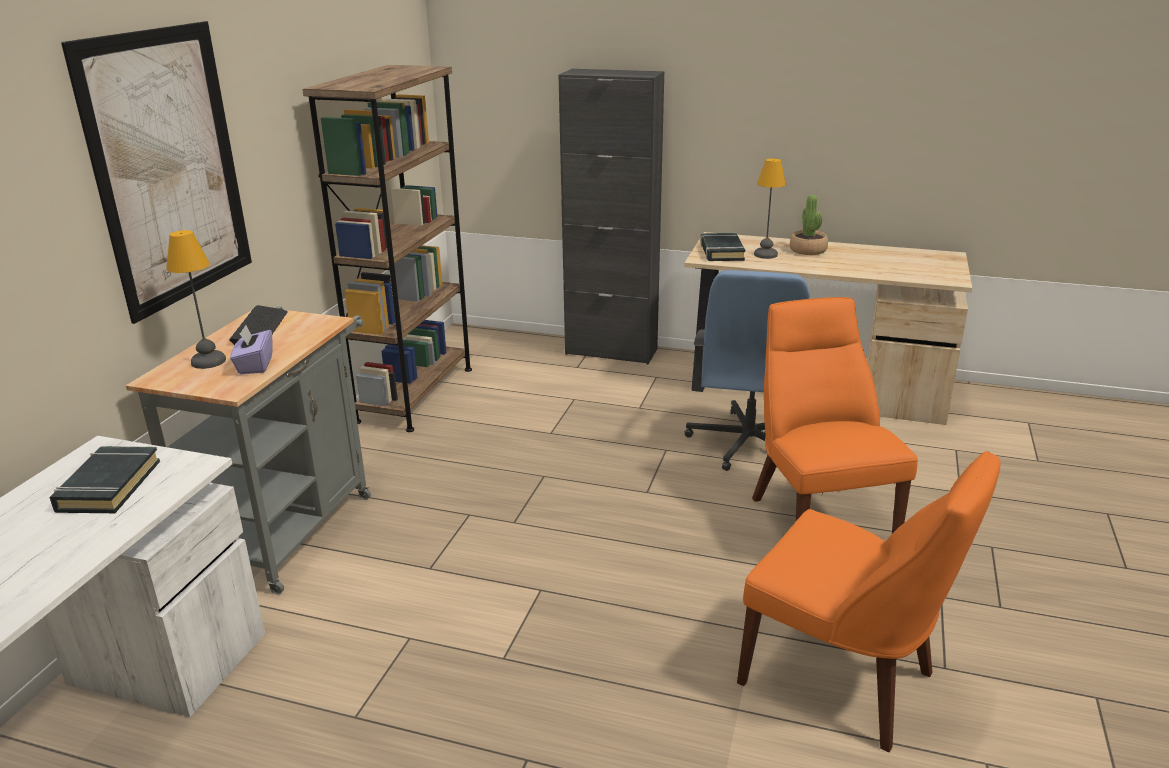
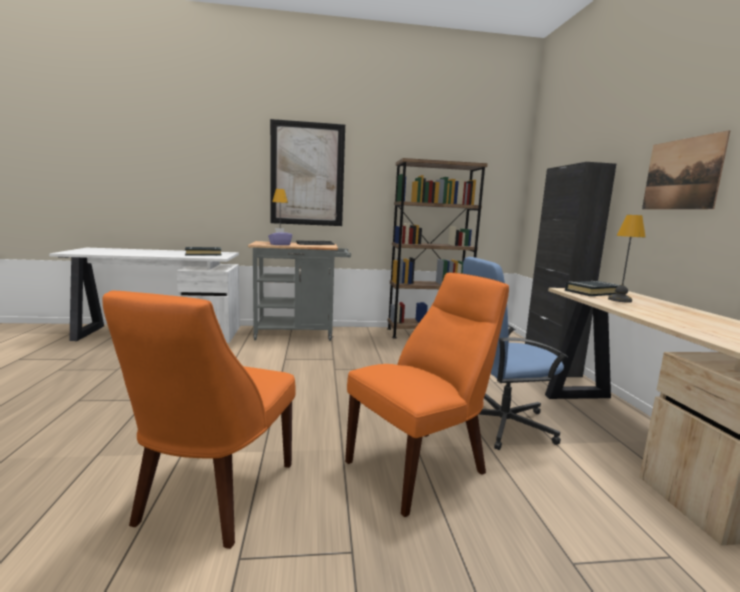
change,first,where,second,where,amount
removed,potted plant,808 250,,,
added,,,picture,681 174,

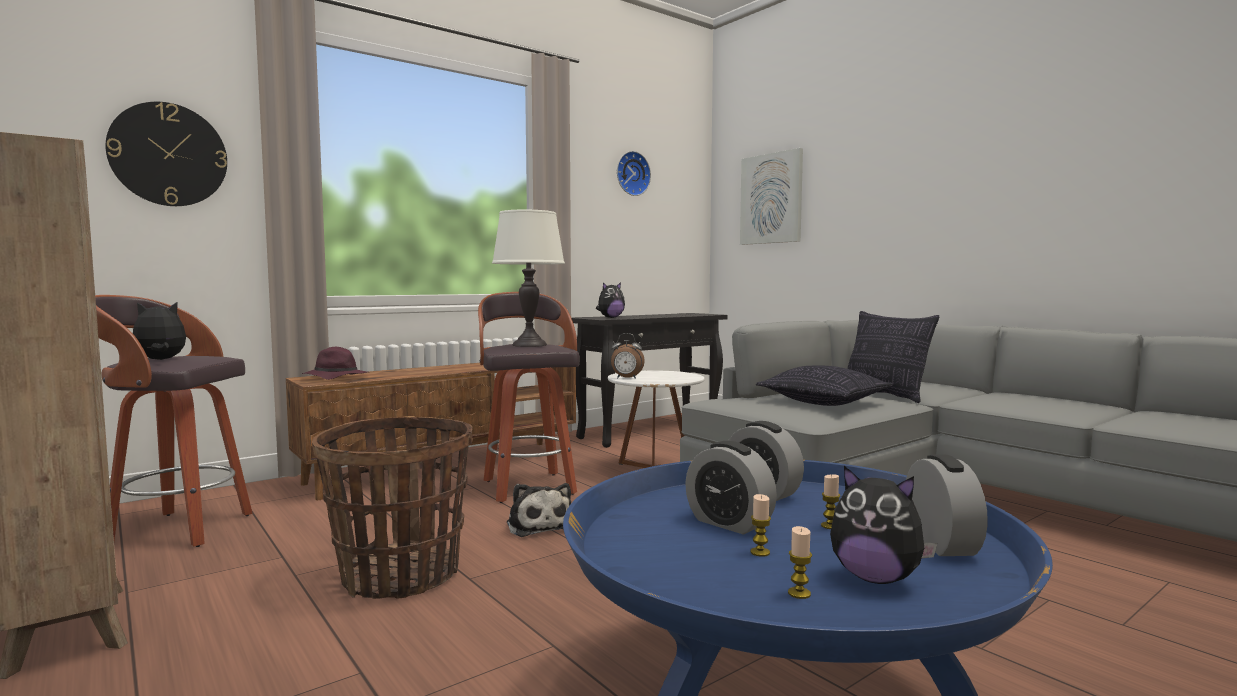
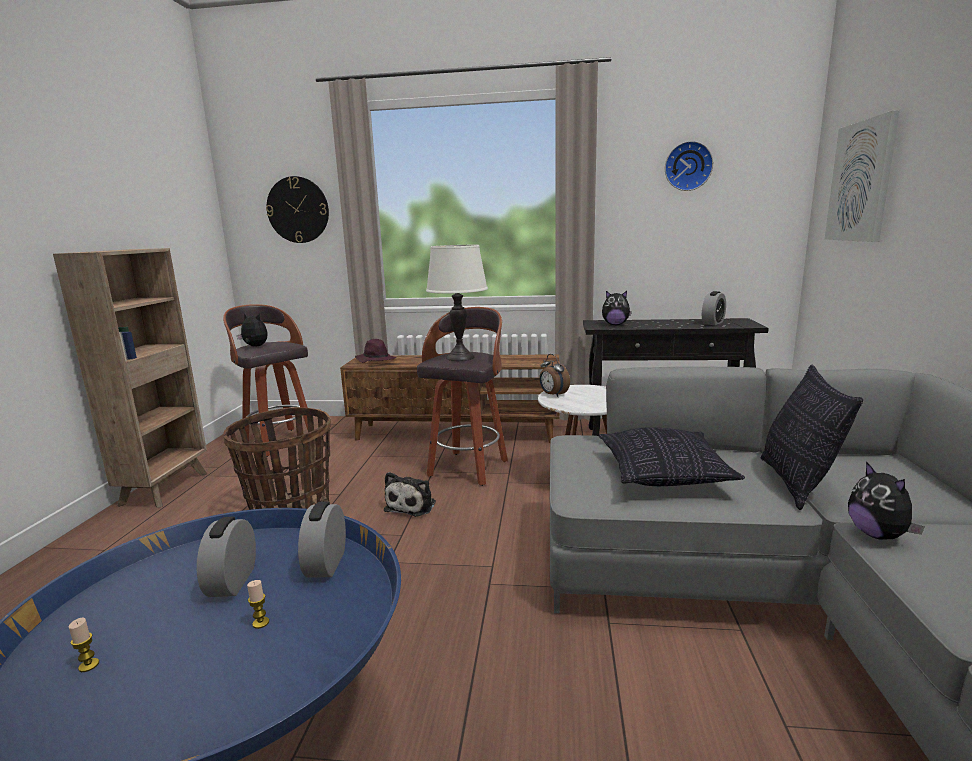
change,first,where,second,where,amount
removed,candle,760 552,,,
moved,plush toy,876 578,,878 535,
moved,alarm clock,941 544,,713 323,

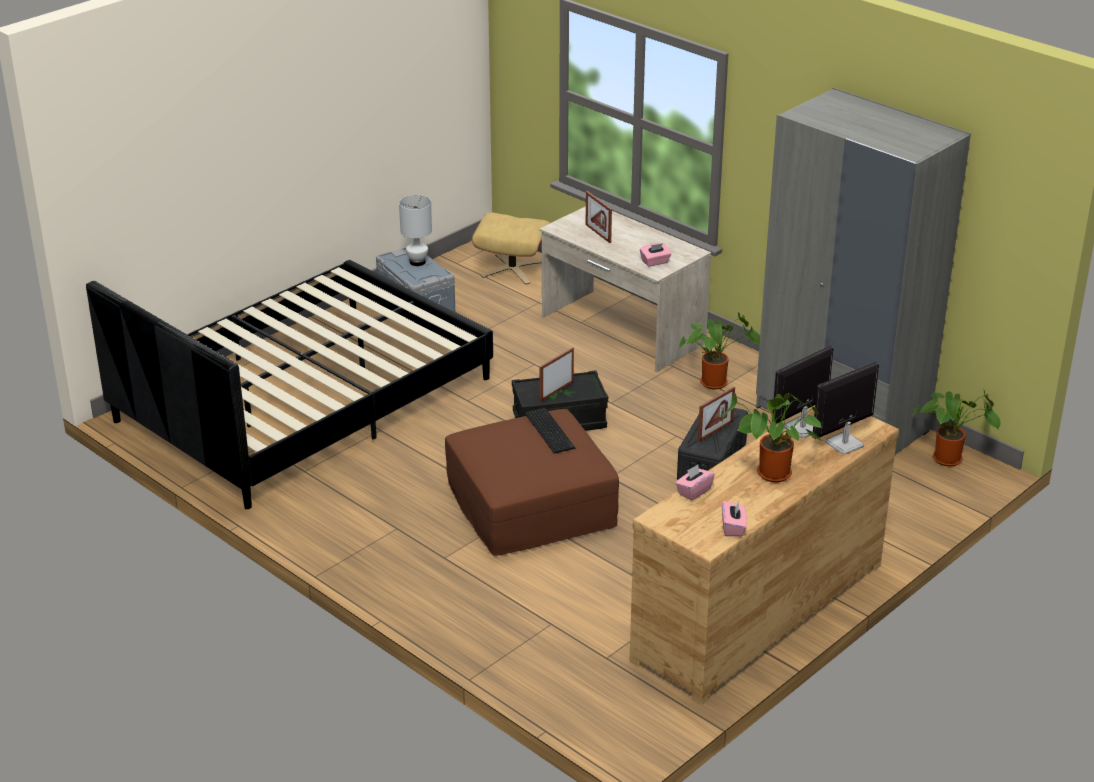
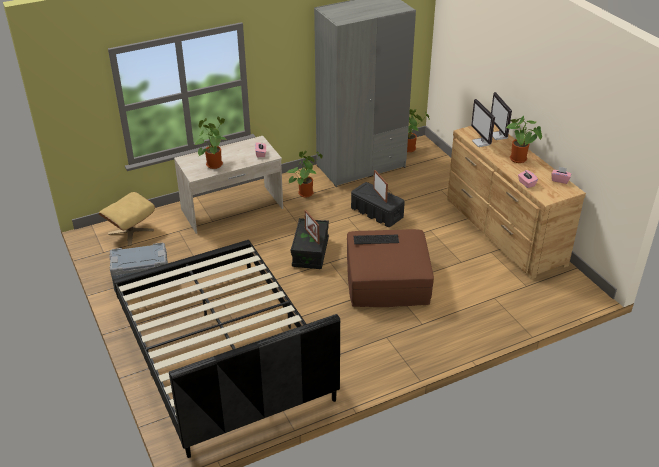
change,first,where,second,where,amount
removed,white table lamp,417 262,,,
replaced,picture frame,598 233,potted plant,213 164,

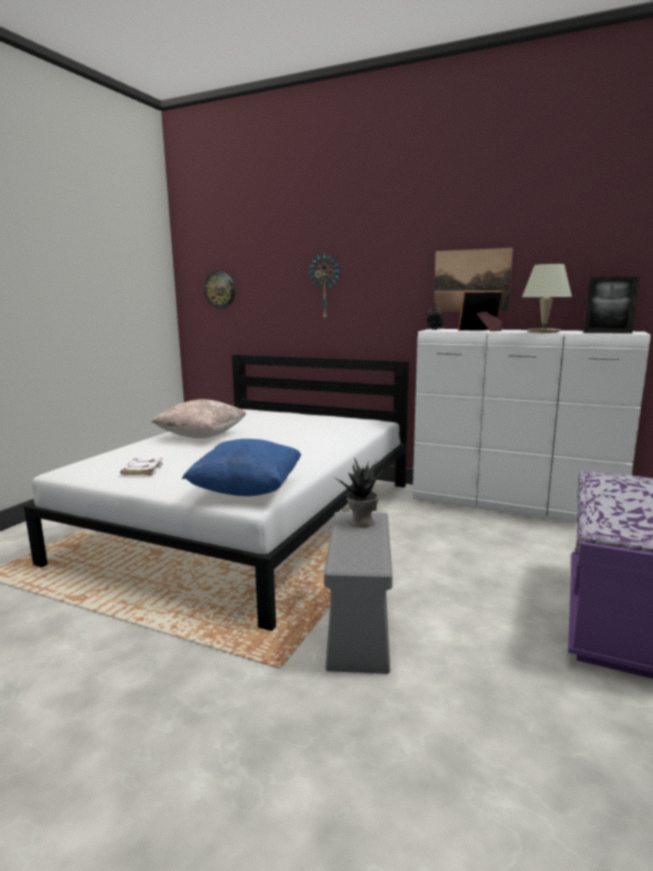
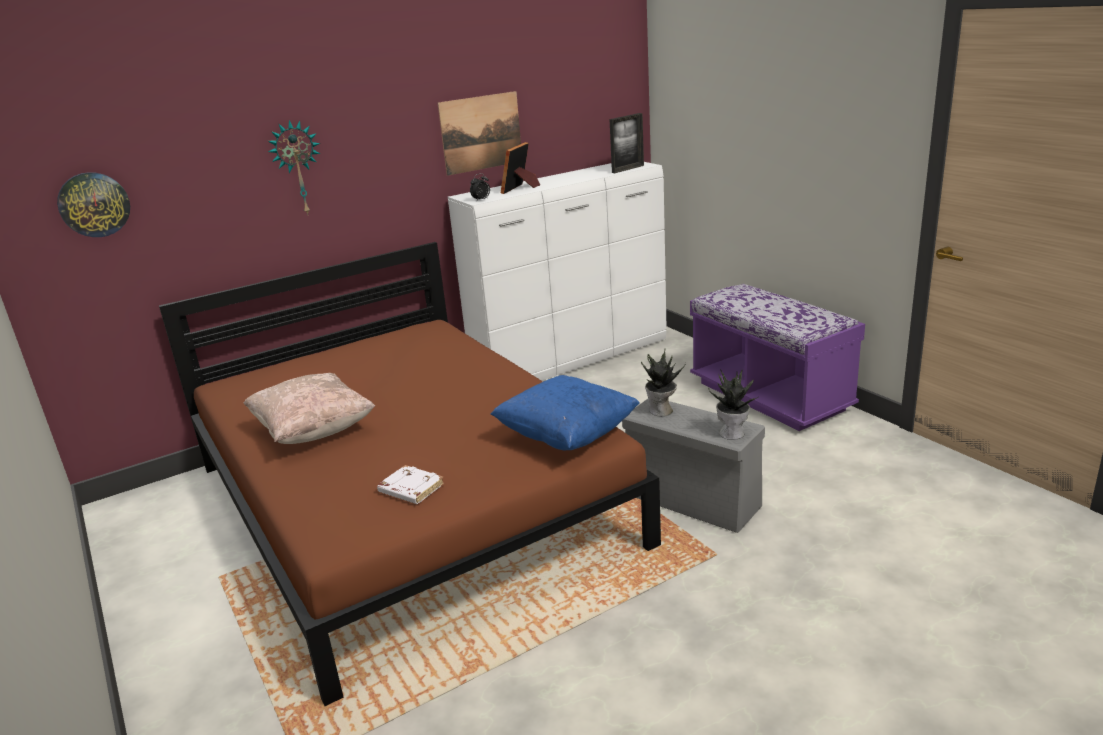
change,first,where,second,where,amount
recoloured,white bed,251 519,brown bed,409 503,
removed,beige table lamp,543 331,,,
added,,,potted plant,733 433,

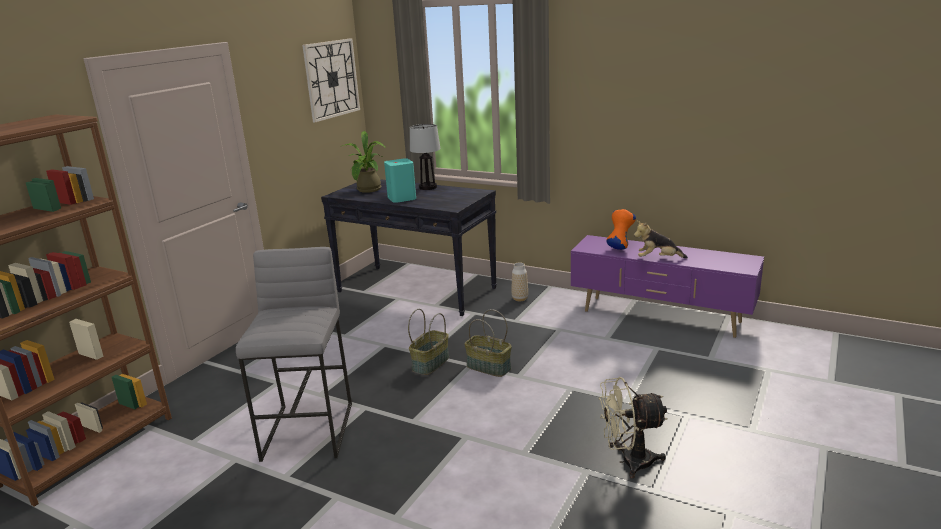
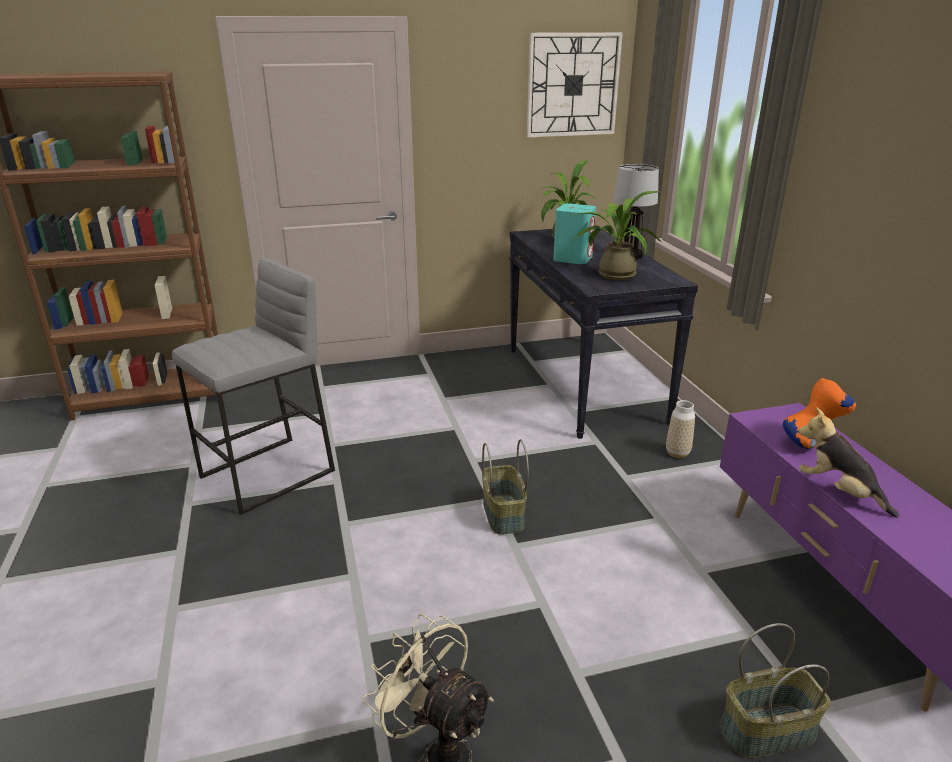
change,first,where,second,where,amount
moved,basket,430 363,,767 729,
added,,,potted plant,612 274,

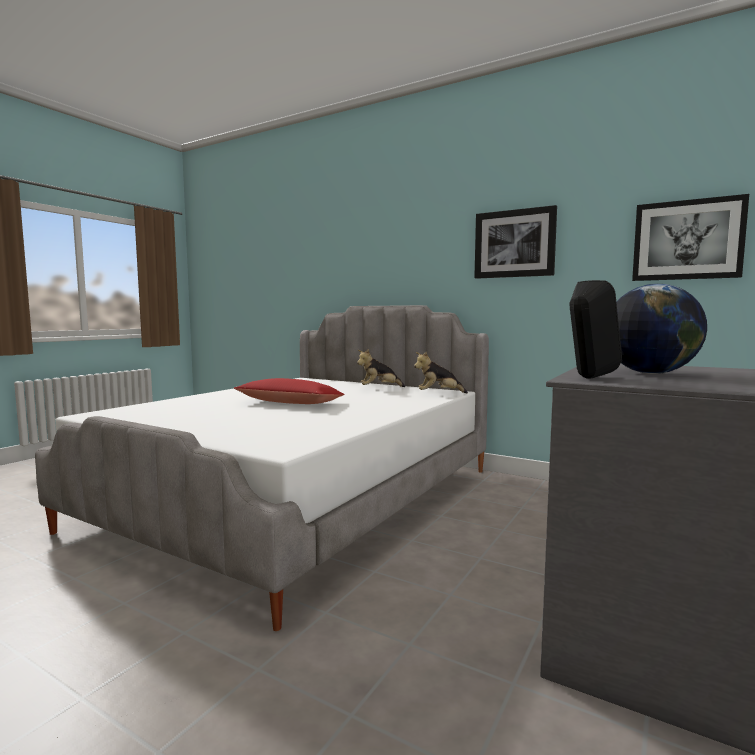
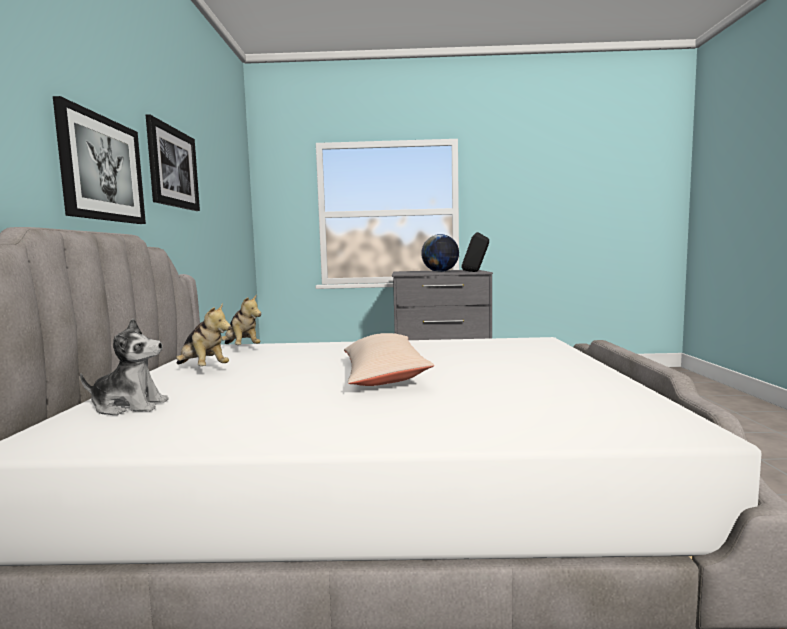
change,first,where,second,where,amount
recoloured,red pillow,289 403,beige pillow,383 374,
moved,picture,687 240,,102 169,
added,,,plush toy,129 406,

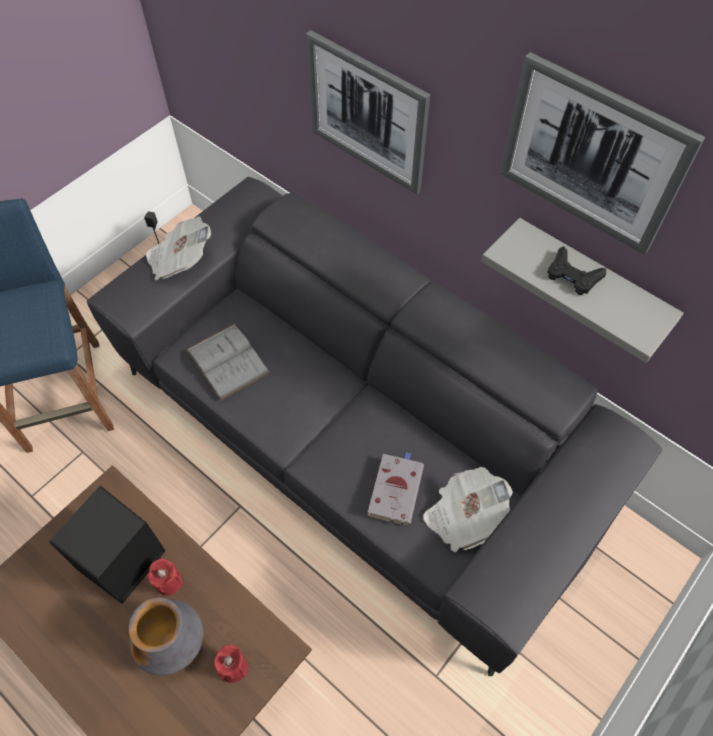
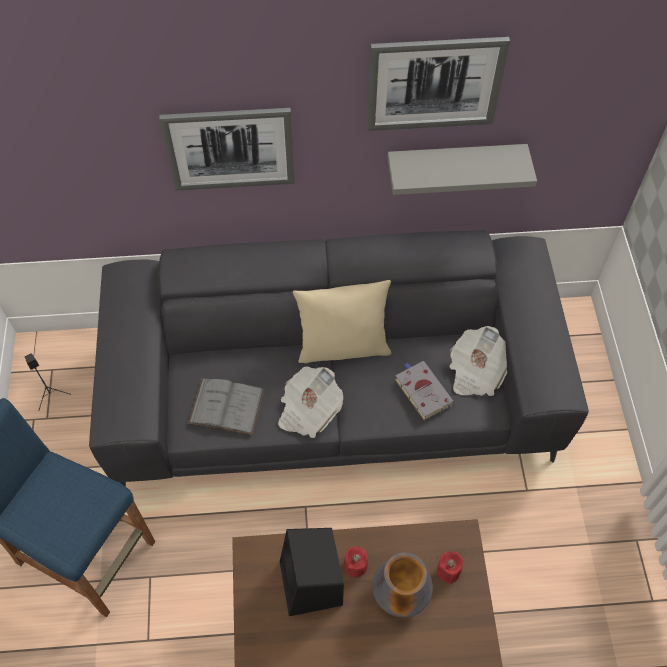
change,first,where,second,where,amount
moved,newspaper,180 260,,308 410,
removed,black game controller,572 275,,,
added,,,beige pillow,343 347,

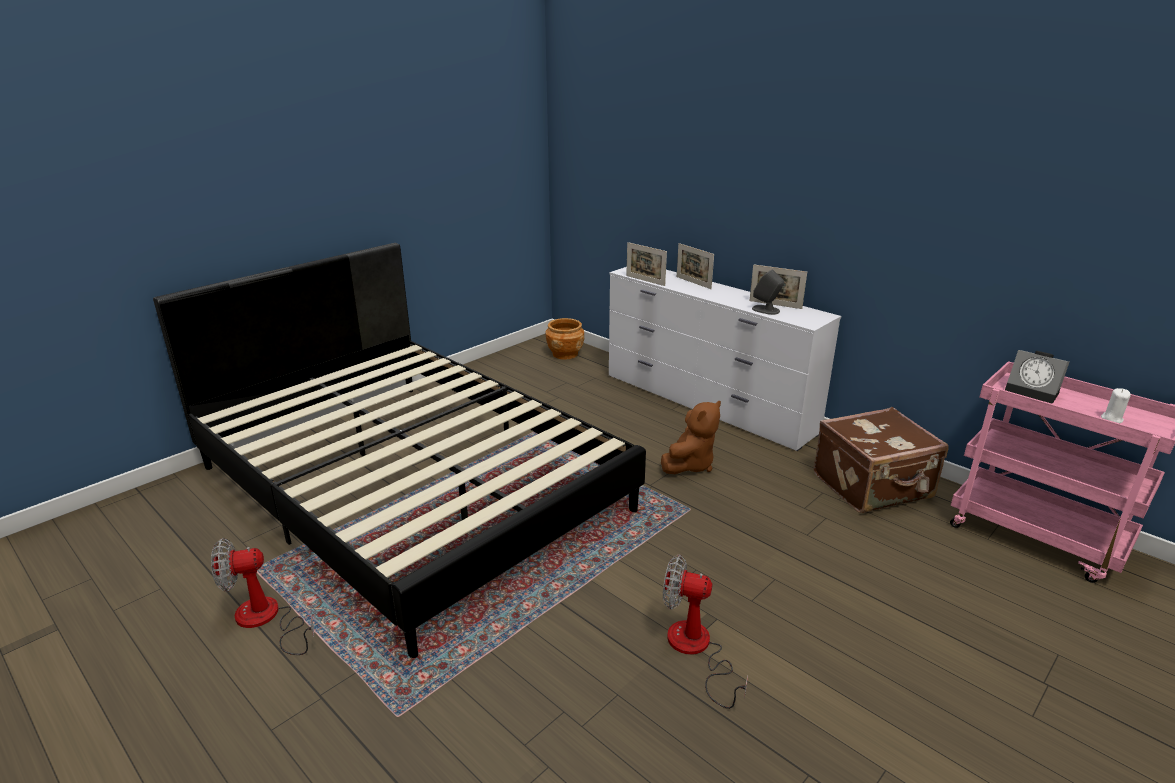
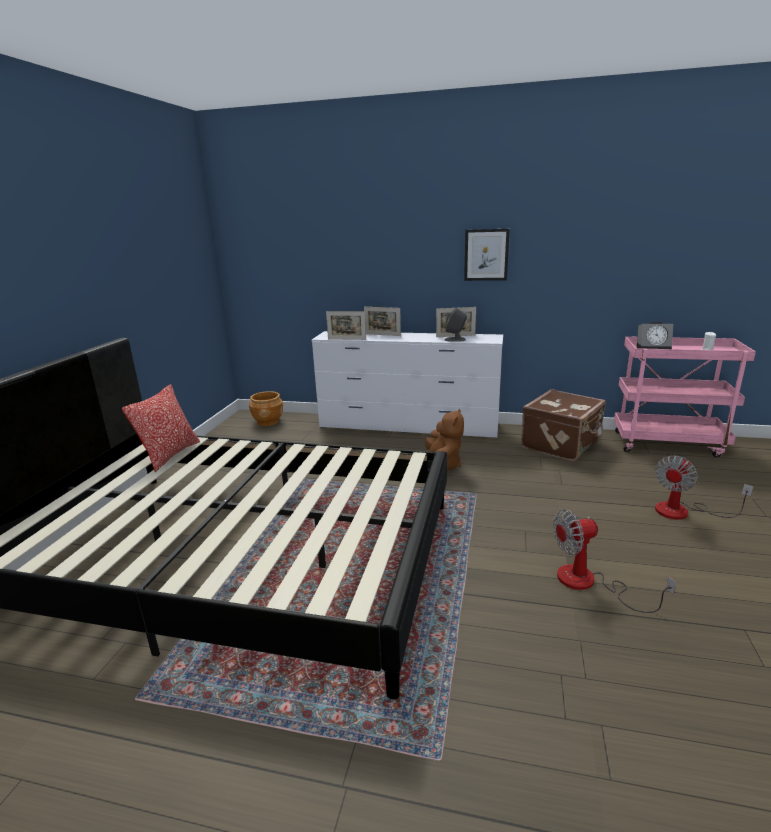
change,first,where,second,where,amount
moved,fan,266 620,,683 511,
added,,,pillow,170 455,
added,,,picture,486 255,

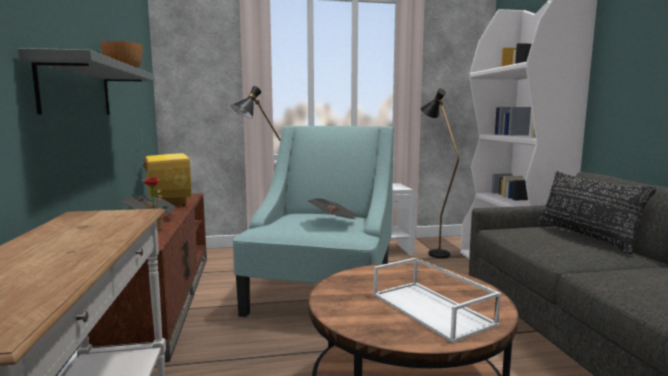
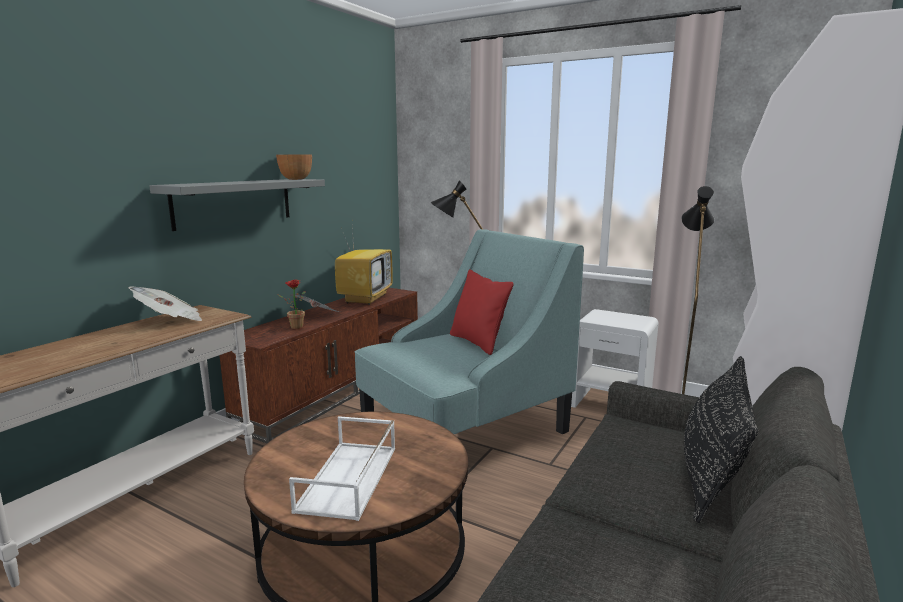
change,first,where,second,where,amount
moved,newspaper,334 223,,170 320,
added,,,red pillow,478 342,

